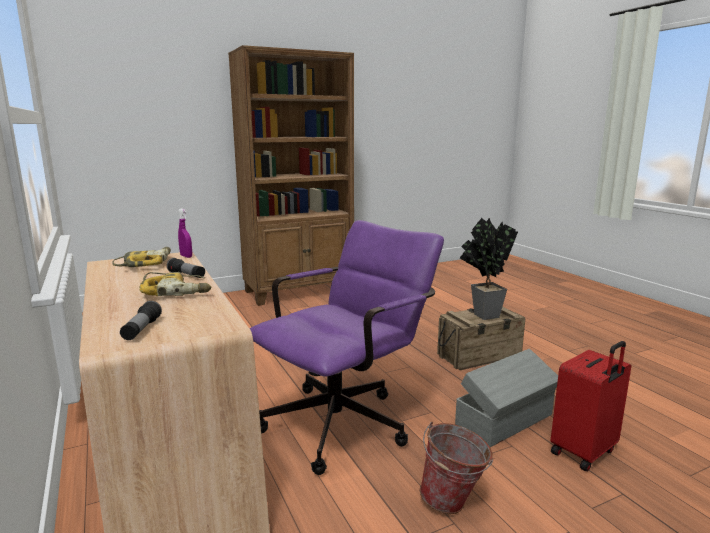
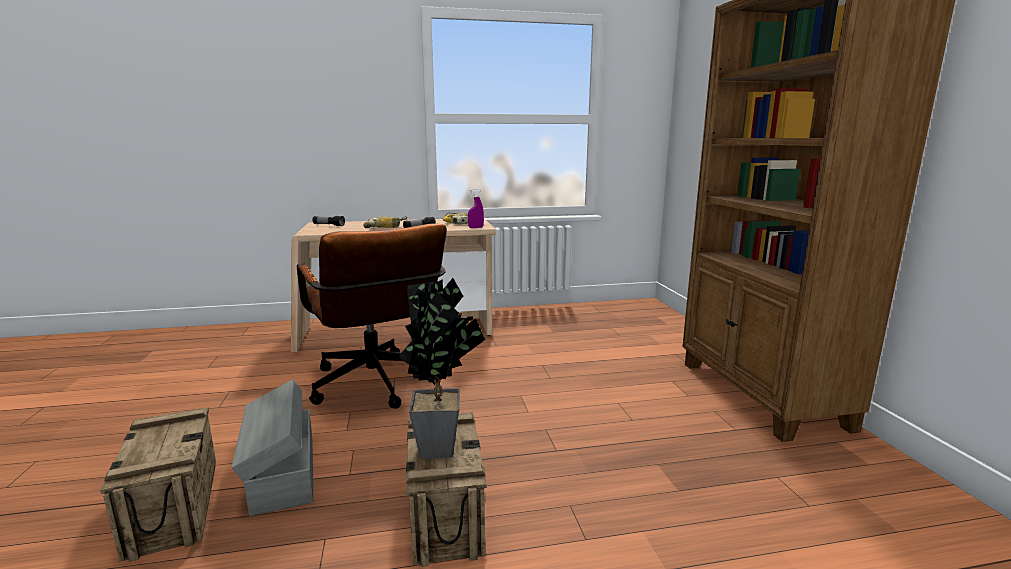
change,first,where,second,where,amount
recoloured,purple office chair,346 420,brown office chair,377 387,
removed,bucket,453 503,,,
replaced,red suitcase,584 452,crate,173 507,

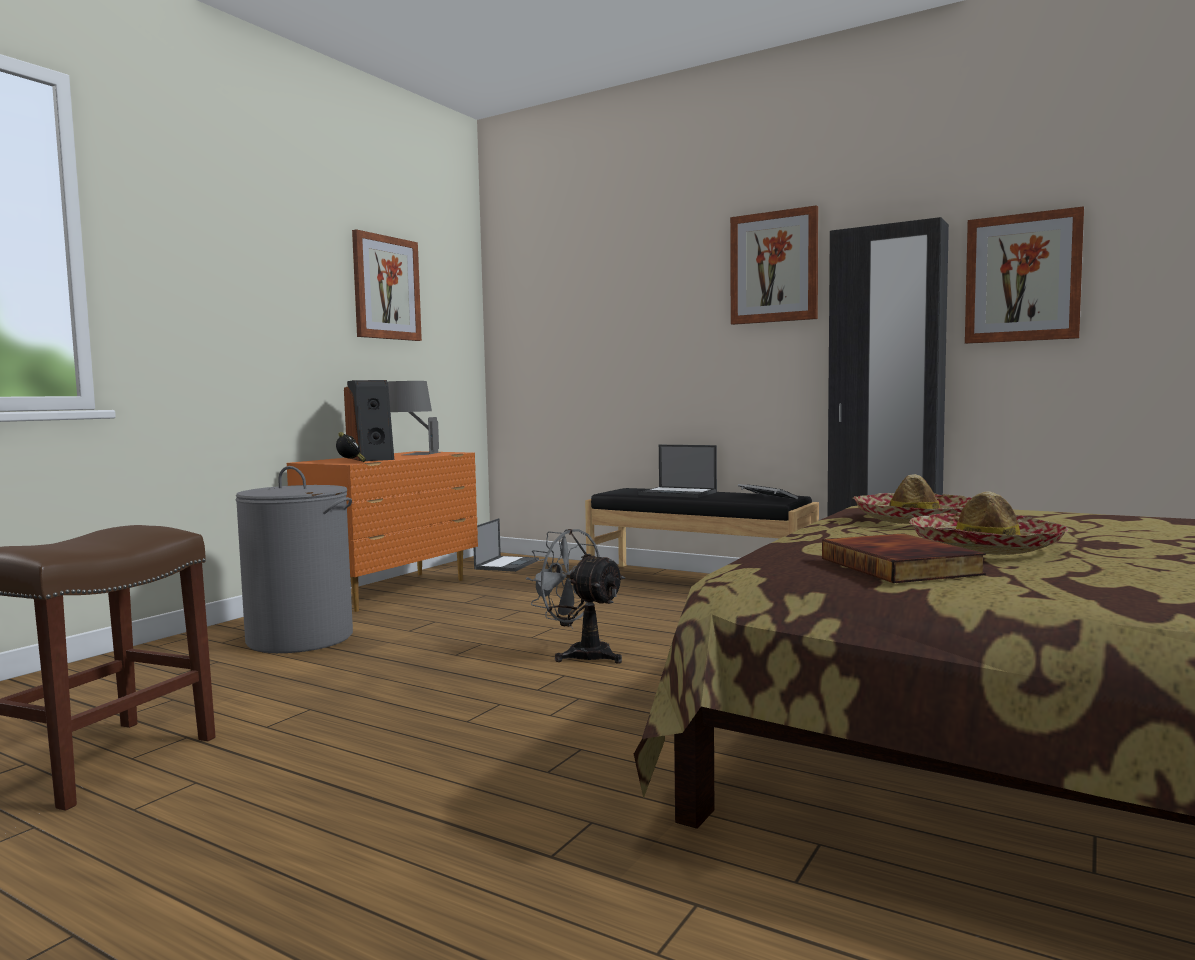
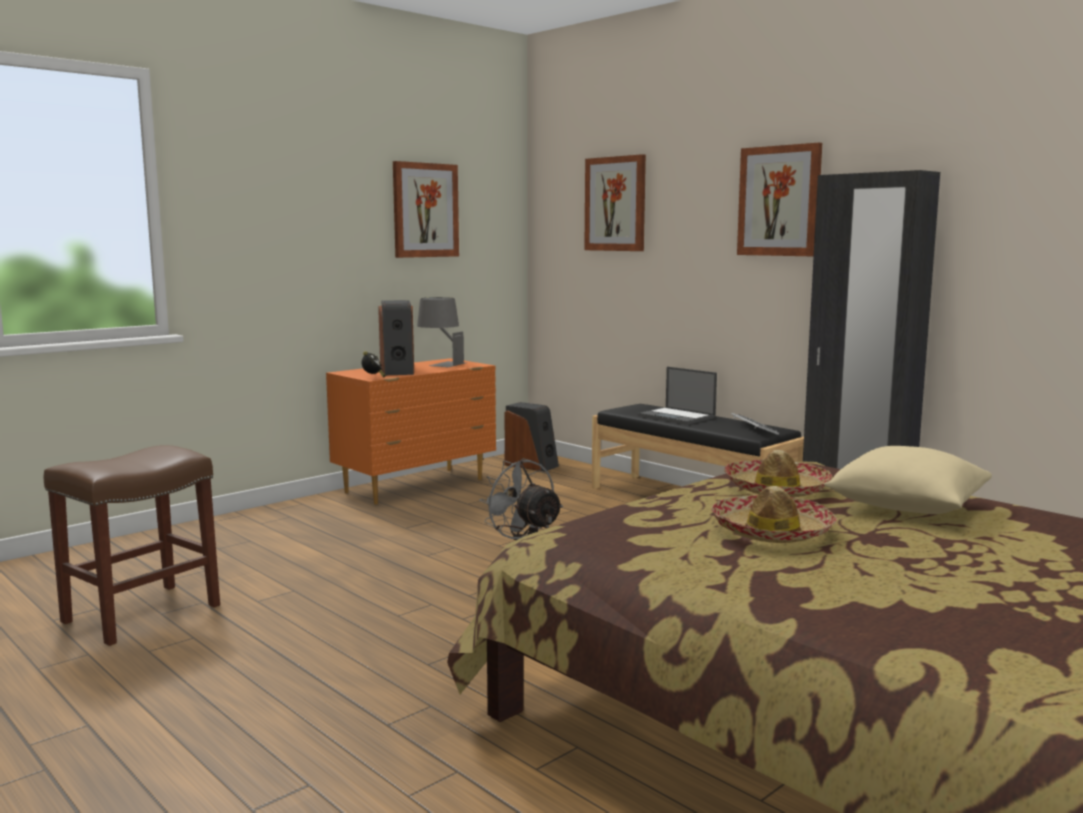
change,first,where,second,where,amount
removed,grey laundry basket,301 638,,,
replaced,laptop,507 564,speaker,531 465,
removed,book,902 566,,,
moved,picture,1022 278,,615 204,
added,,,beige pillow,905 507,

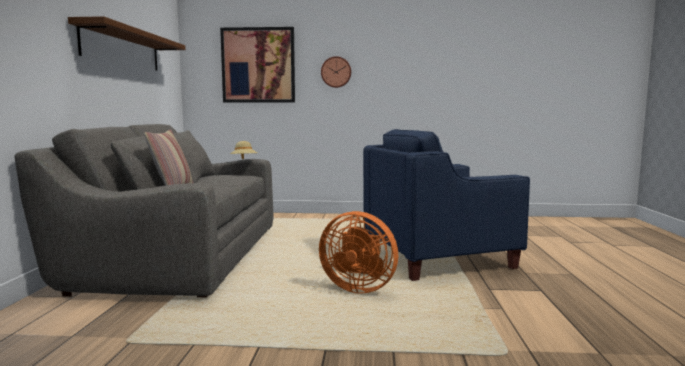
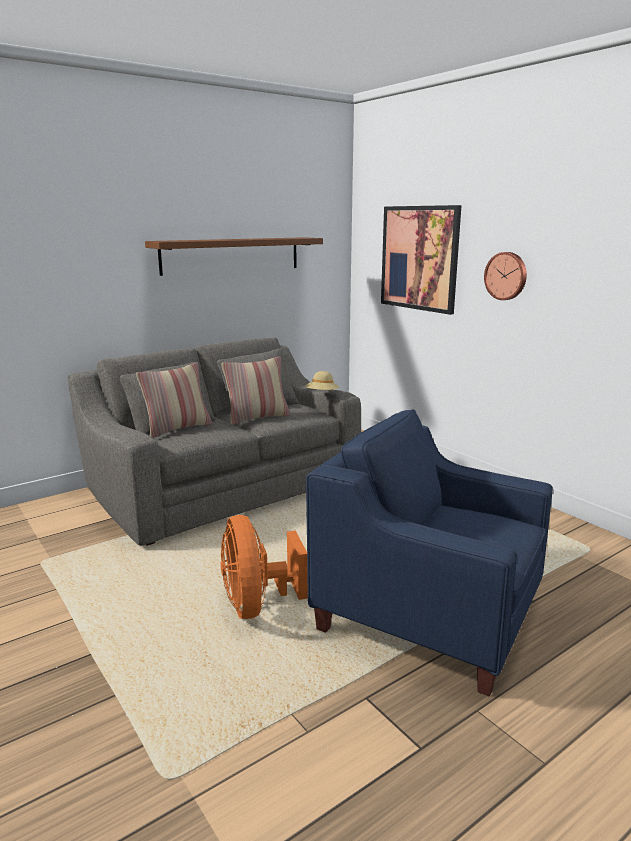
change,first,where,second,where,amount
added,,,pillow,257 417,

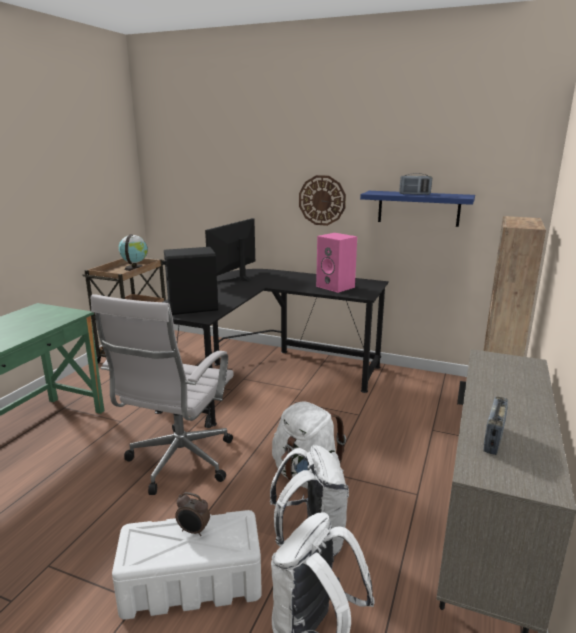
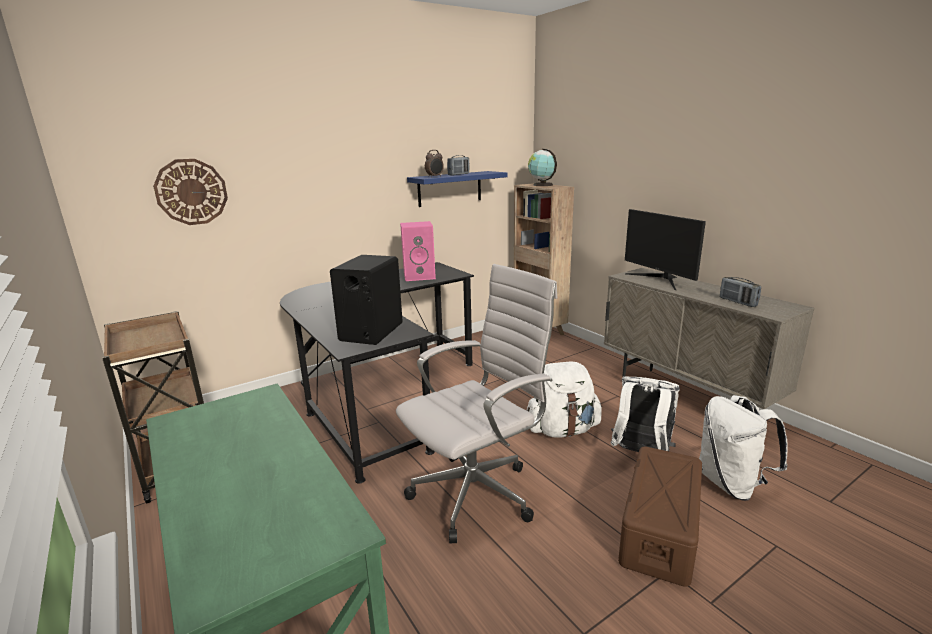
change,first,where,second,where,amount
turned,white office chair,178 463,,478 492,90 degrees counterclockwise
recoloured,white storage box,191 583,brown storage box,659 531,
moved,globe,135 268,,541 185,
moved,alarm clock,193 531,,435 177,
moved,monitor,236 278,,660 279,
moved,wall clock,322 200,,191 192,

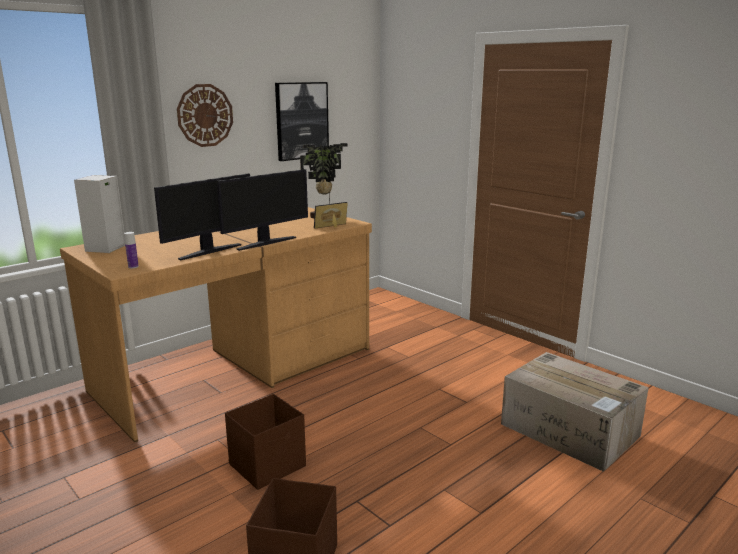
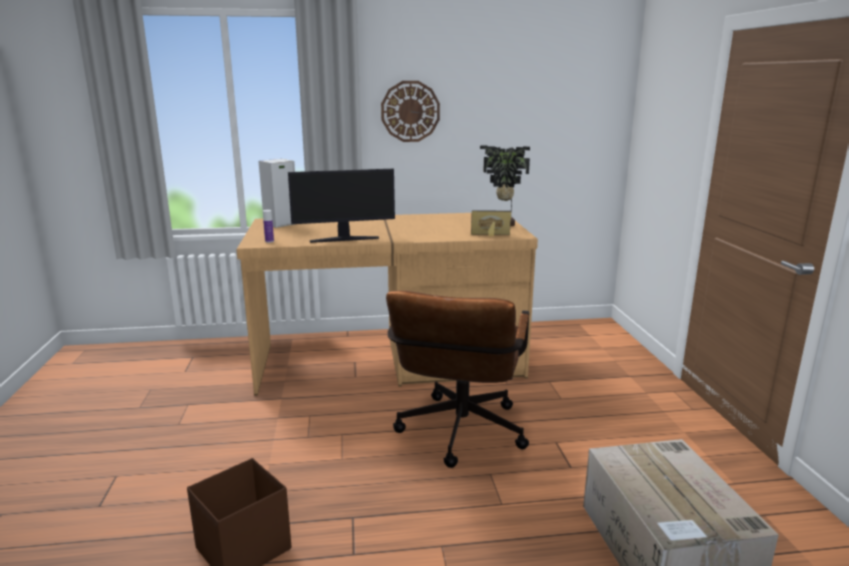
change,first,where,second,where,amount
removed,monitor,266 243,,,
removed,brown storage box,268 465,,,
removed,picture,301 120,,,
added,,,brown office chair,459 436,

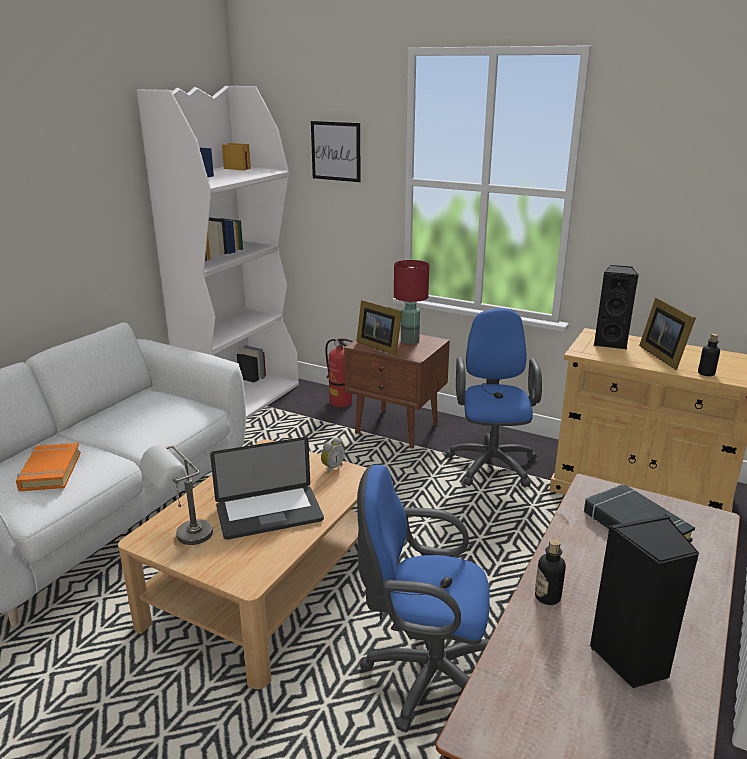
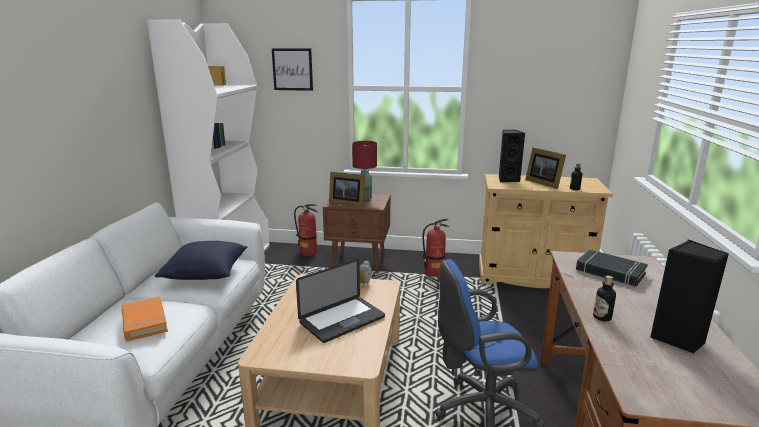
change,first,where,second,where,amount
removed,grey table lamp,183 539,,,
replaced,blue office chair,491 462,fire extinguisher,434 273,
added,,,blue pillow,206 274,

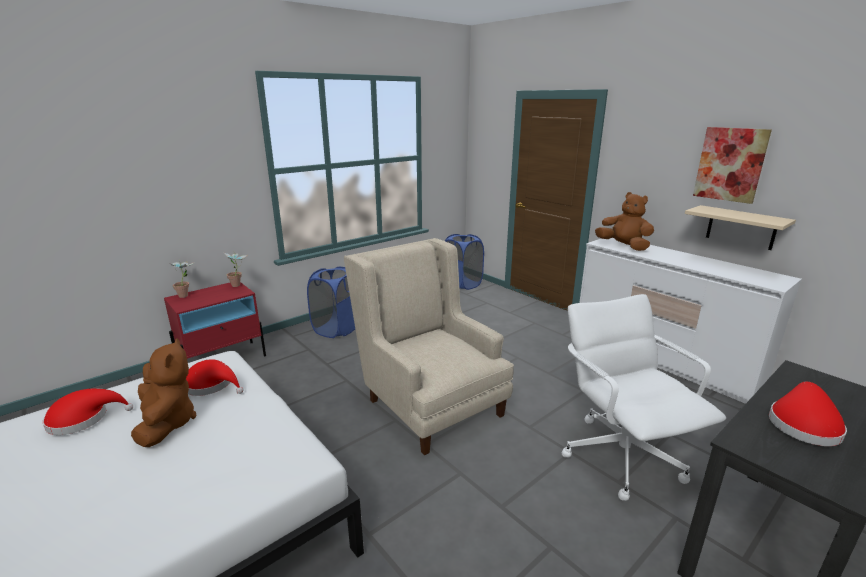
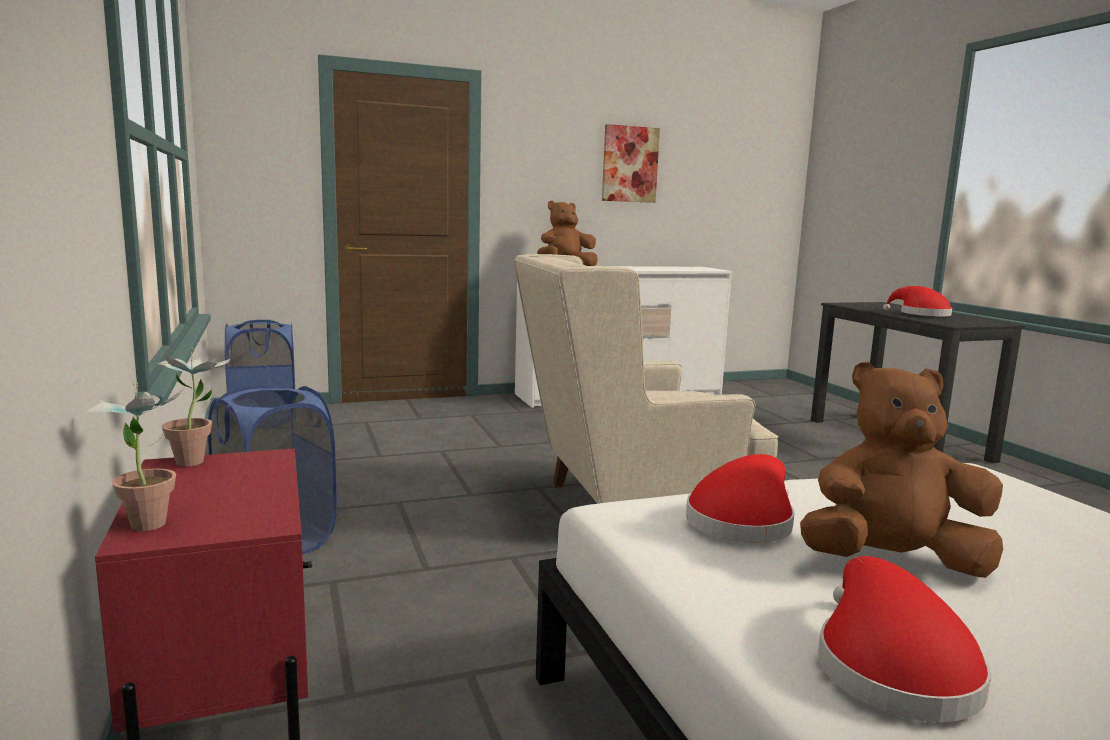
change,first,where,second,where,amount
removed,white office chair,621 455,,,
removed,beige shelf,741 227,,,

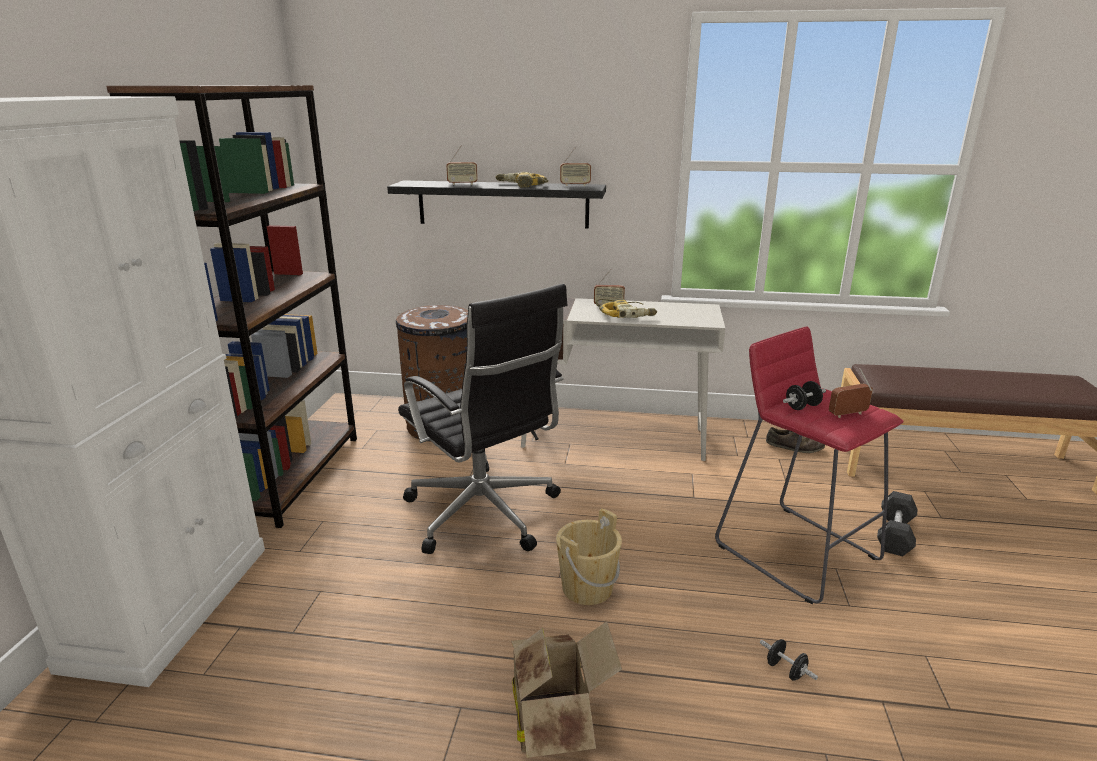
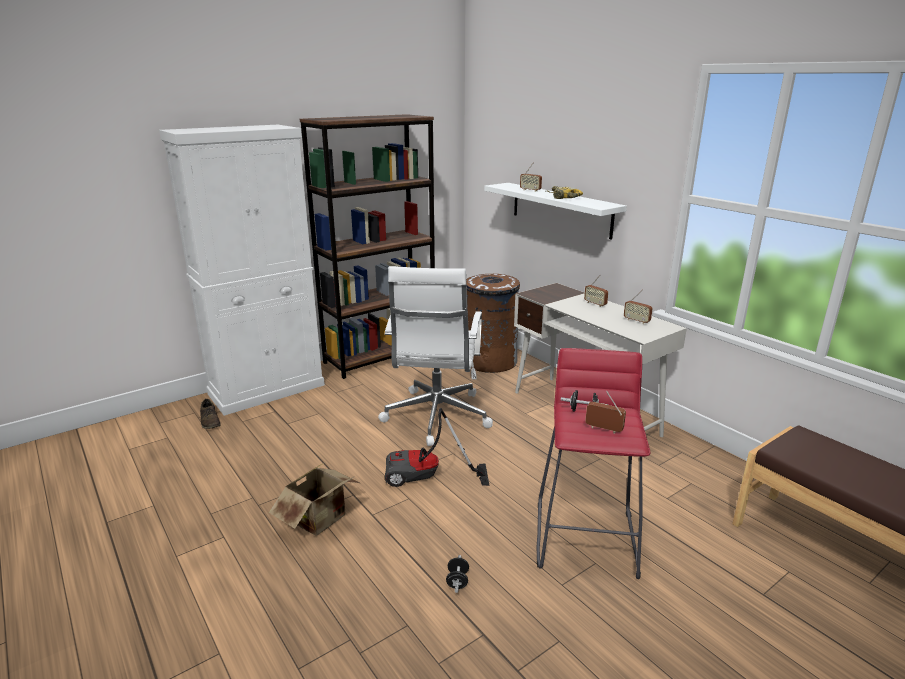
change,first,where,second,where,amount
recoloured,black shelf,503 204,white shelf,560 209,
recoloured,black office chair,484 514,white office chair,436 417,
replaced,beige bucket,587 588,vacuum cleaner,426 479,
moved,radio,575 185,,636 321,
removed,power drill,625 314,,,
moved,brown shoe,794 447,,210 420,
removed,black dumbbell,895 534,,,

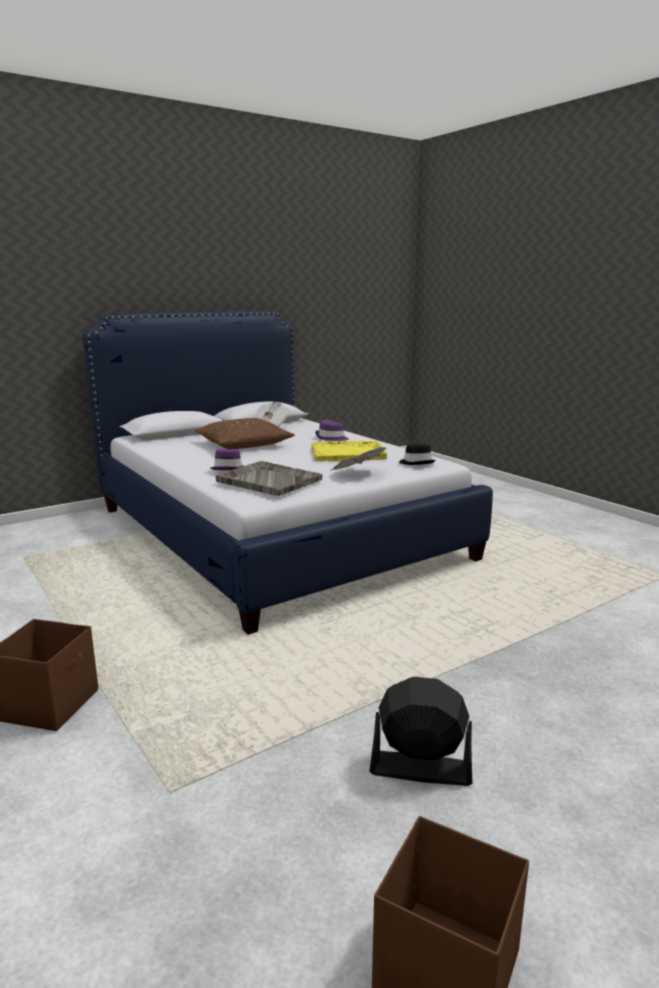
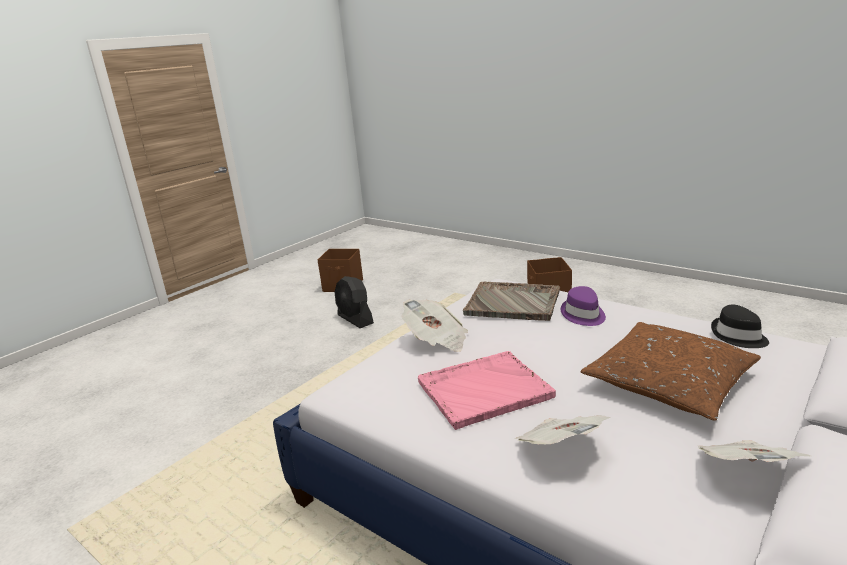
change,first,where,second,where,amount
recoloured,yellow tray,348 453,pink tray,483 390,
replaced,purple hat,331 438,newspaper,560 448,
turned,black fan,420 768,,355 319,60 degrees clockwise
moved,black hat,416 463,,738 336,

